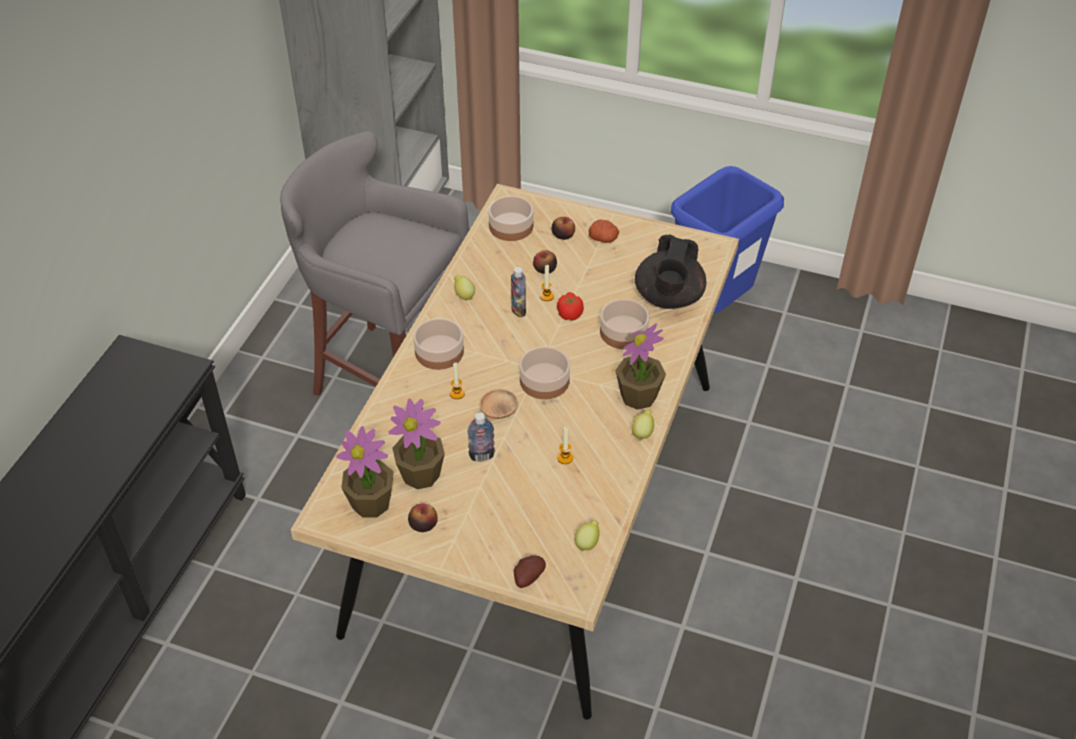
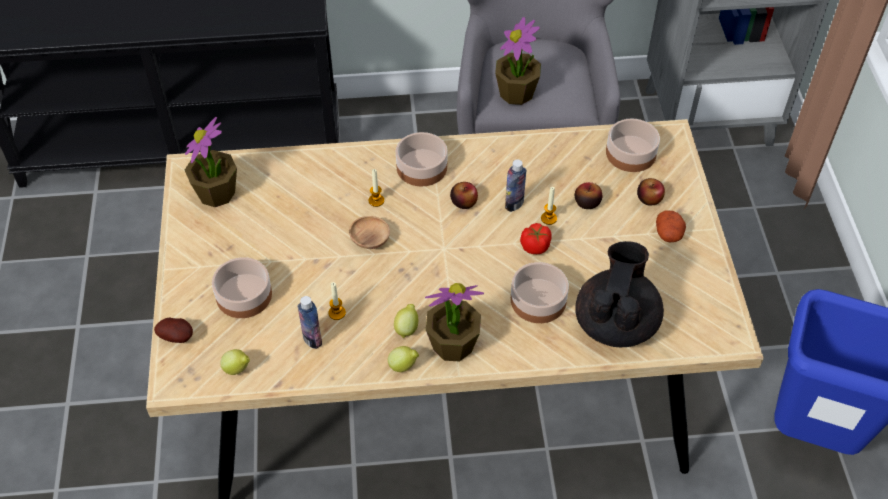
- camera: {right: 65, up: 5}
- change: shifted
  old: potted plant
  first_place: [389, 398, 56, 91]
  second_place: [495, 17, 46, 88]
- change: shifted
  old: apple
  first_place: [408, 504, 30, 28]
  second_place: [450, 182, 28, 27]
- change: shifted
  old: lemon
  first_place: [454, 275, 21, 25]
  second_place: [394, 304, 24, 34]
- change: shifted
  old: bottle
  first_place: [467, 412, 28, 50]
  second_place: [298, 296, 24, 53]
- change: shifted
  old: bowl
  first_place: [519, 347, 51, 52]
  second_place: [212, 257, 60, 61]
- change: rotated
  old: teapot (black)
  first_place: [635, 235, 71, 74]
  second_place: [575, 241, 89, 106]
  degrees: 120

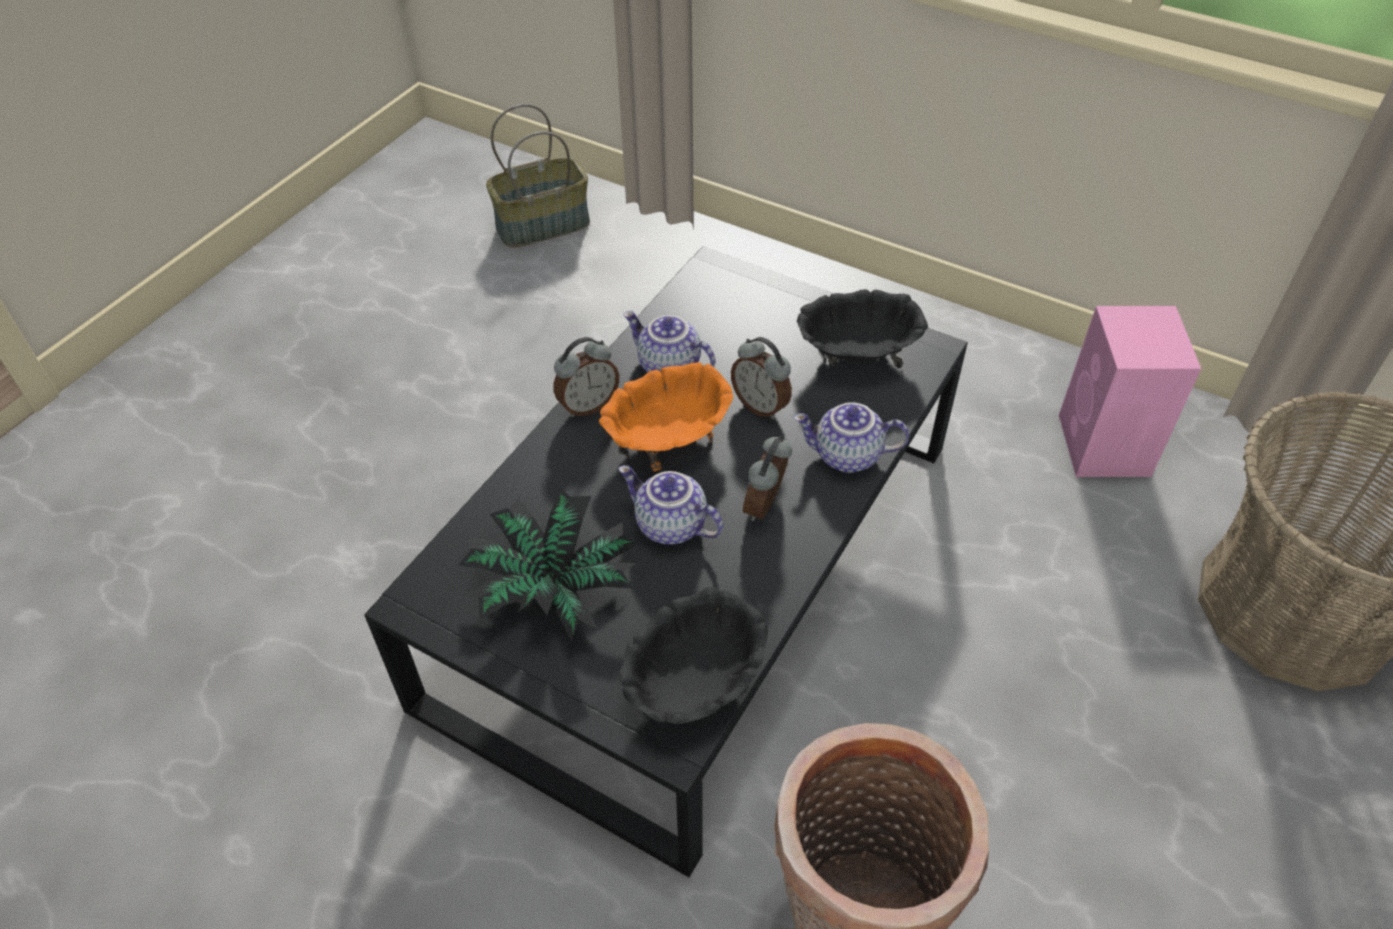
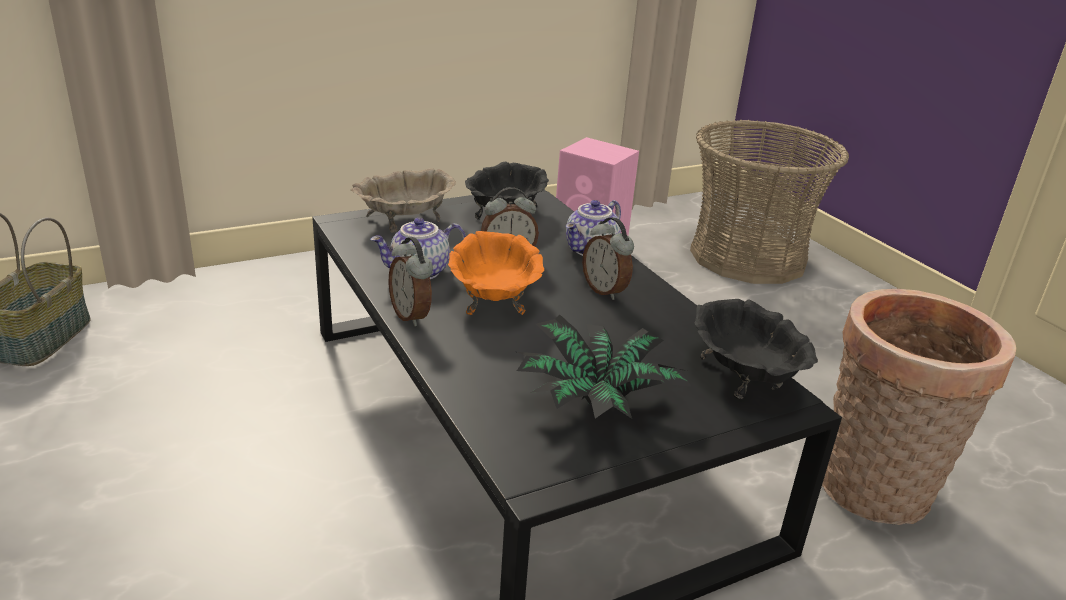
- camera: {right: -60, up: -20}
- change: rotated
  old: alarm clock
  first_place: [553, 337, 66, 80]
  second_place: [389, 237, 44, 90]
  degrees: 150
- change: gone
  old: teapot
  first_place: [619, 465, 104, 80]
- change: new
  new: bowl (beige)
  second_place: [351, 168, 105, 65]

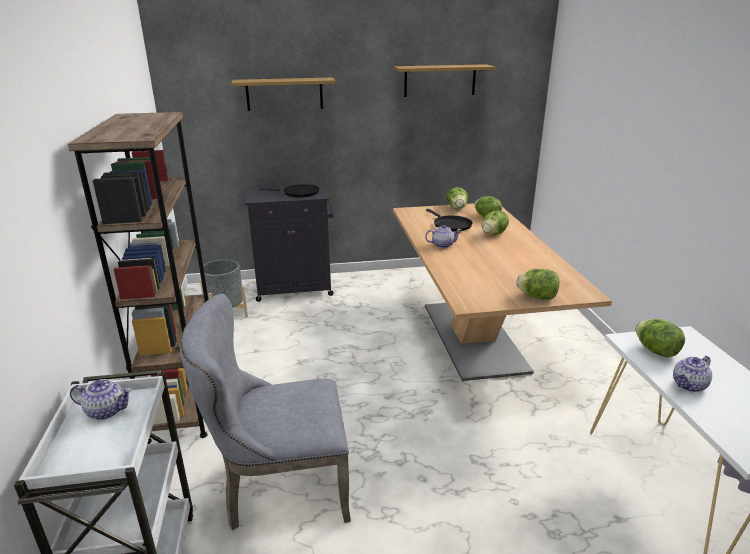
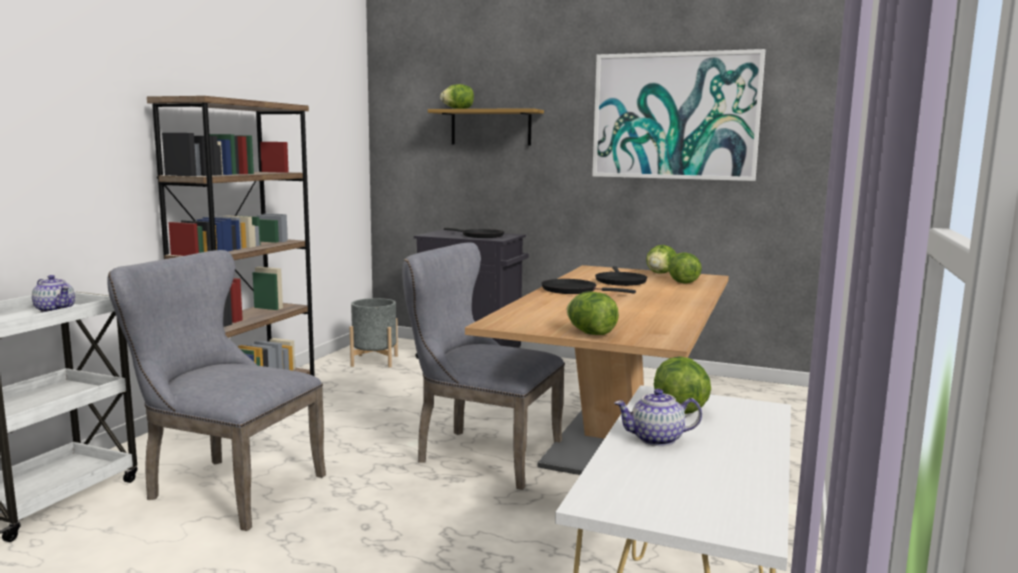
- camera: {right: 30, up: -15}
- change: swapped
  old: shelf
  new: picture
  first_place: [394, 64, 101, 33]
  second_place: [592, 49, 173, 132]
- change: swapped
  old: teapot
  new: frying pan (black)
  first_place: [425, 225, 37, 23]
  second_place: [541, 279, 95, 15]
- change: shifted
  old: lettuce
  first_place: [482, 211, 27, 24]
  second_place: [440, 84, 34, 25]
- change: new
  new: chair (grey)
  second_place: [402, 243, 163, 247]

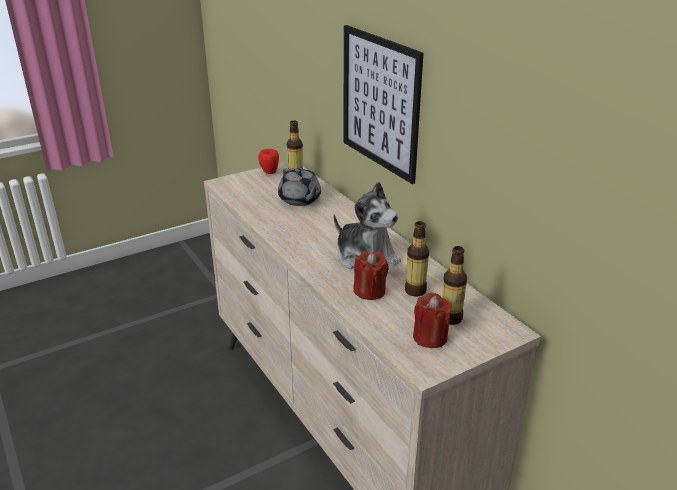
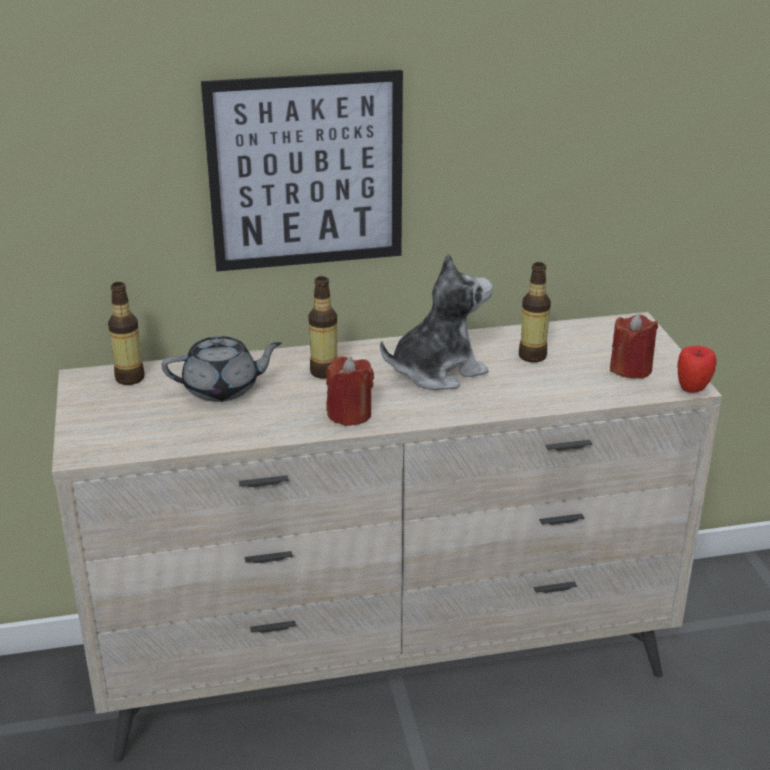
- camera: {right: -70, up: 0}
- change: shifted
  old: apple
  first_place: [258, 149, 21, 25]
  second_place: [678, 345, 38, 48]
- change: shifted
  old: candle (red)
  first_place: [353, 251, 36, 49]
  second_place: [326, 357, 48, 69]
- change: shifted
  old: bottle
  first_place: [442, 246, 25, 79]
  second_place: [308, 276, 29, 103]

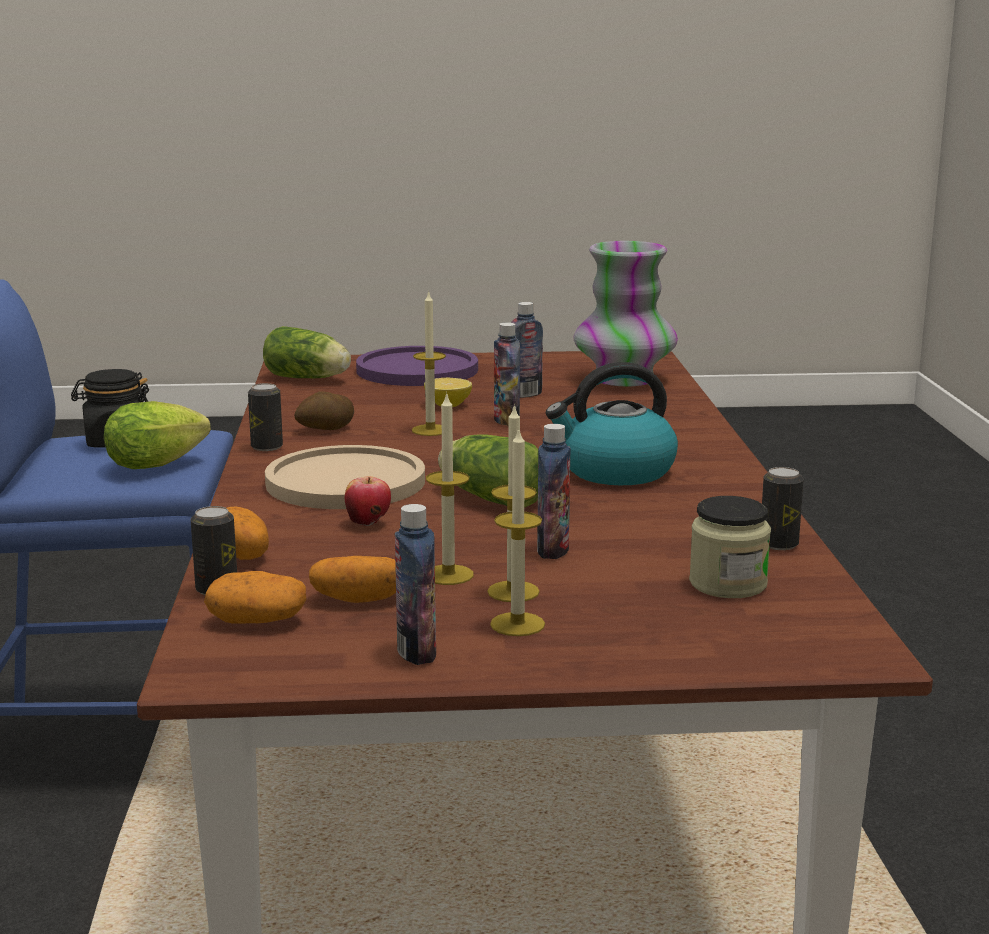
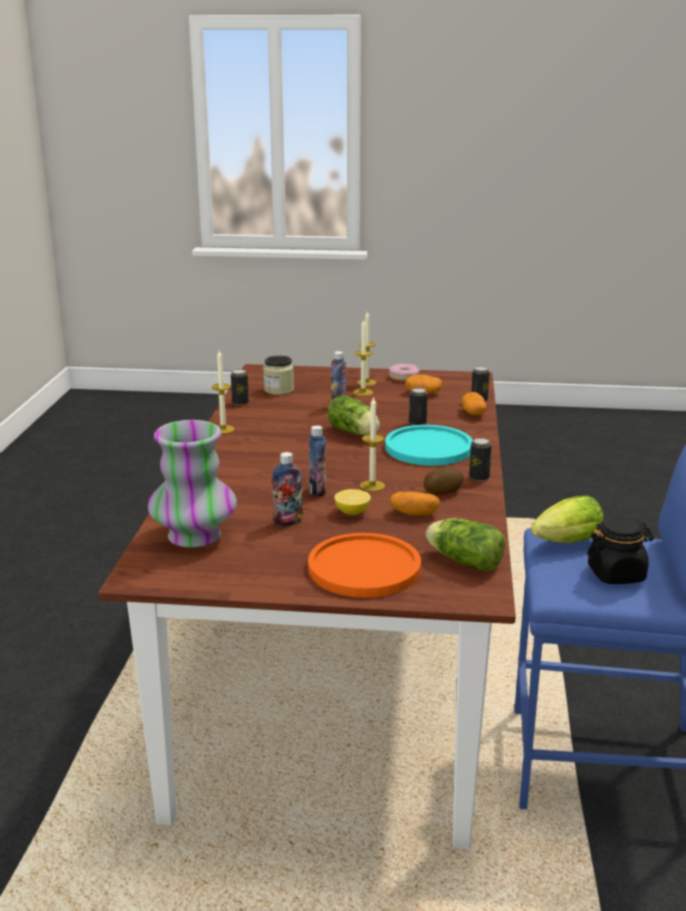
- camera: {right: -170, up: 5}
- change: shifted
  old: potato
  first_place: [204, 571, 102, 53]
  second_place: [390, 492, 50, 24]
- change: repainted
  old: plate (beige)
  new: plate (turquoise)
  first_place: [265, 445, 160, 64]
  second_place: [385, 425, 88, 41]
- change: swapped
  old: apple
  new: can
  first_place: [345, 476, 46, 50]
  second_place: [409, 388, 19, 37]
- change: repainted
  old: plate (purple)
  new: plate (orange)
  first_place: [356, 346, 122, 40]
  second_place: [308, 533, 113, 65]
- change: swapped
  old: bottle
  new: donut
  first_place: [395, 504, 41, 161]
  second_place: [389, 364, 31, 17]
- change: shifted
  old: candle
  first_place: [426, 392, 48, 193]
  second_place: [212, 350, 23, 84]
- change: gone
  old: kettle
  first_place: [546, 362, 132, 123]

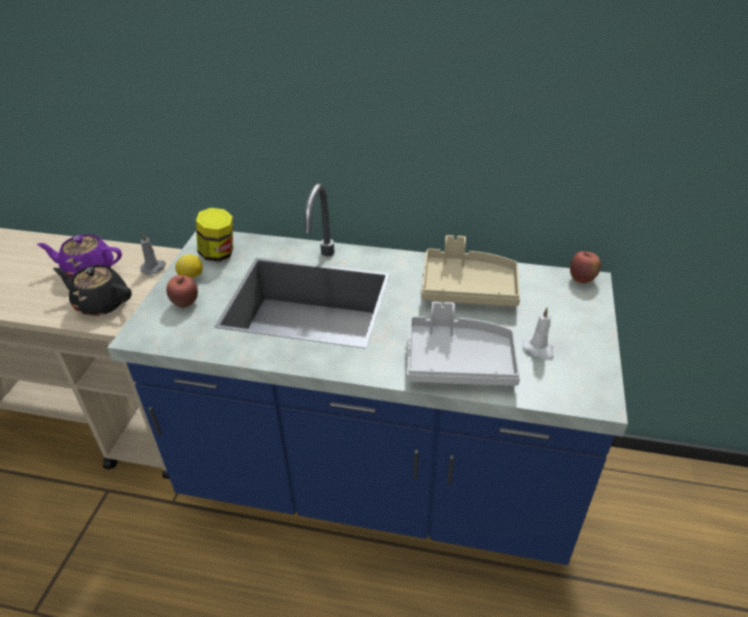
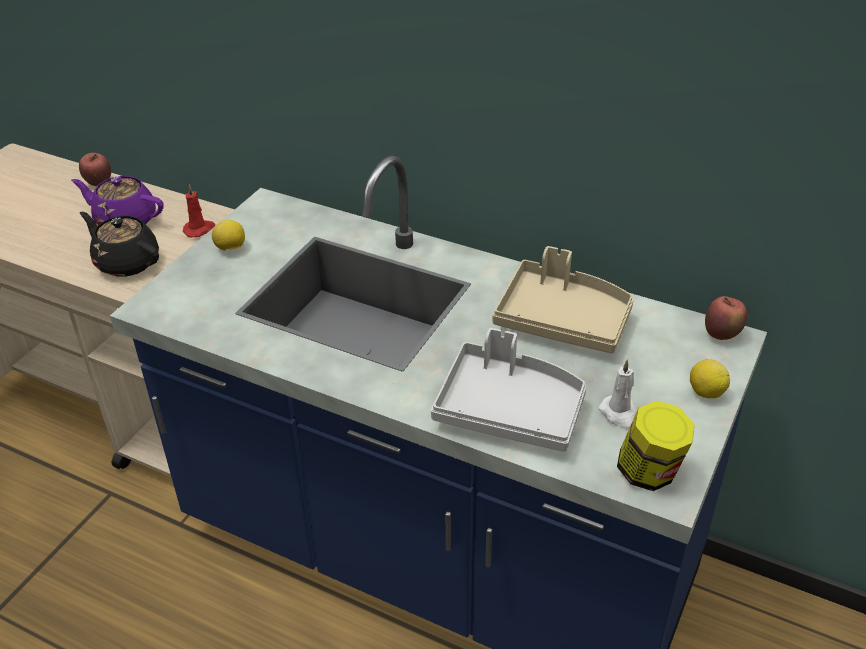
- camera: {right: 15, up: 0}
- change: repainted
  old: candle (grey)
  new: candle (red)
  first_place: [140, 232, 26, 43]
  second_place: [183, 184, 32, 54]
- change: shifted
  old: apple
  first_place: [166, 275, 32, 33]
  second_place: [79, 153, 32, 33]
- change: shifted
  old: jar
  first_place: [196, 208, 37, 54]
  second_place: [617, 401, 78, 90]
- change: new
  new: lemon
  second_place: [690, 359, 40, 39]

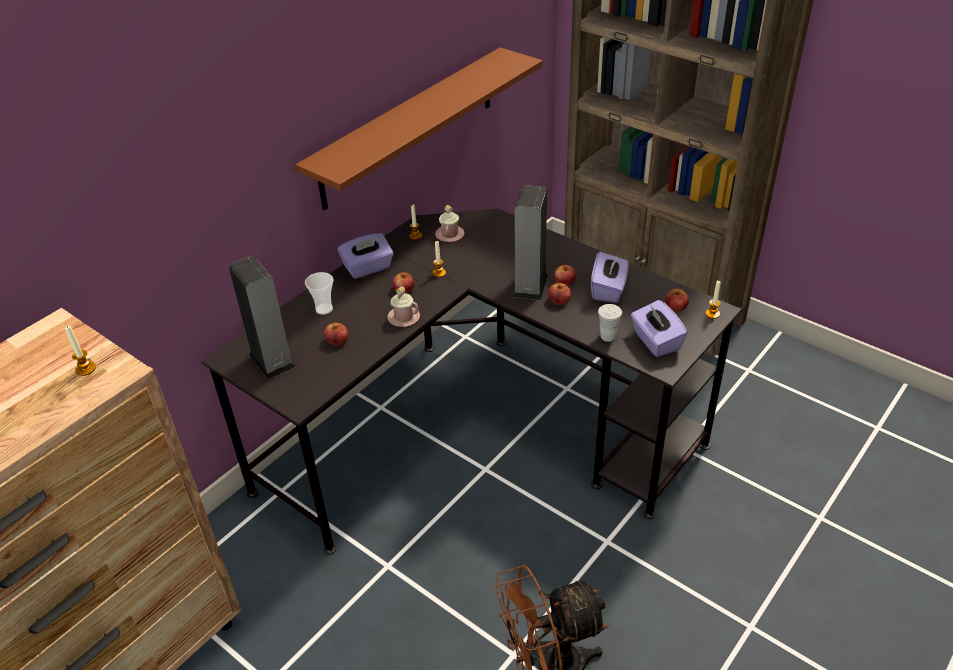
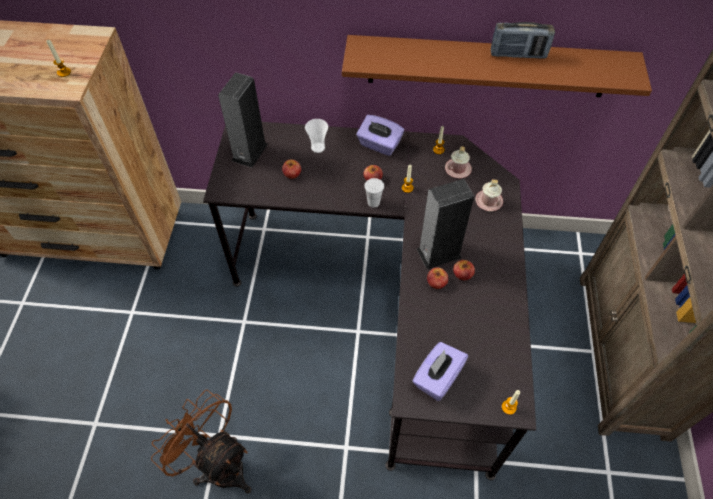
- camera: {right: 55, up: 15}
- change: shifted
  old: mug (pink)
  first_place: [387, 286, 33, 41]
  second_place: [475, 179, 28, 32]
- change: gone
  old: tissue box (purple)
  first_place: [591, 252, 38, 51]
- change: shifted
  old: cup (white)
  first_place: [598, 304, 24, 38]
  second_place: [364, 178, 20, 30]
- change: gone
  old: apple
  first_place: [666, 288, 23, 24]
- change: new
  new: radio
  second_place: [491, 22, 64, 37]

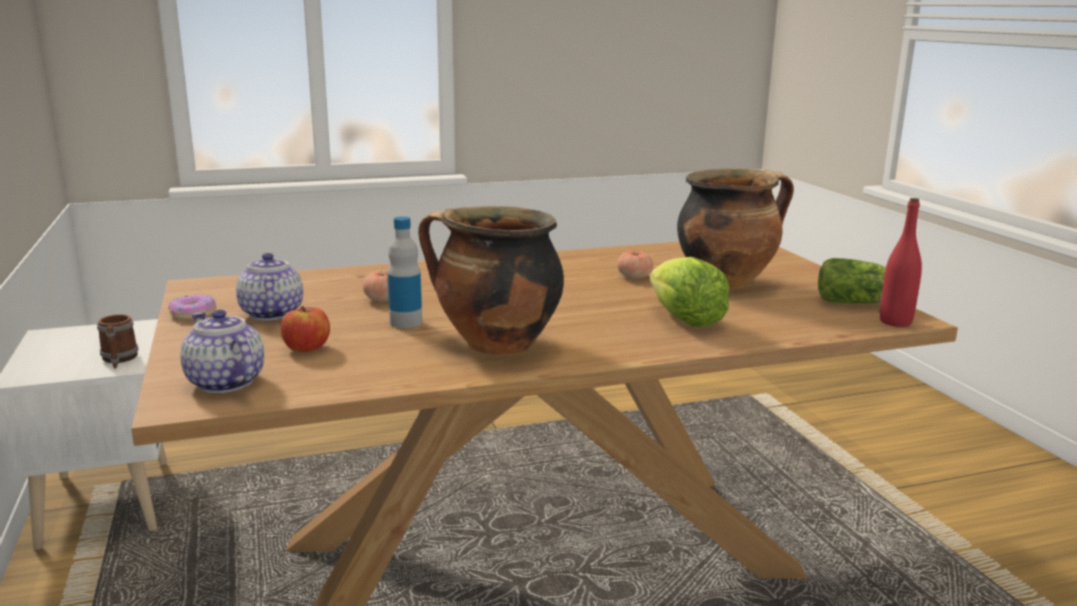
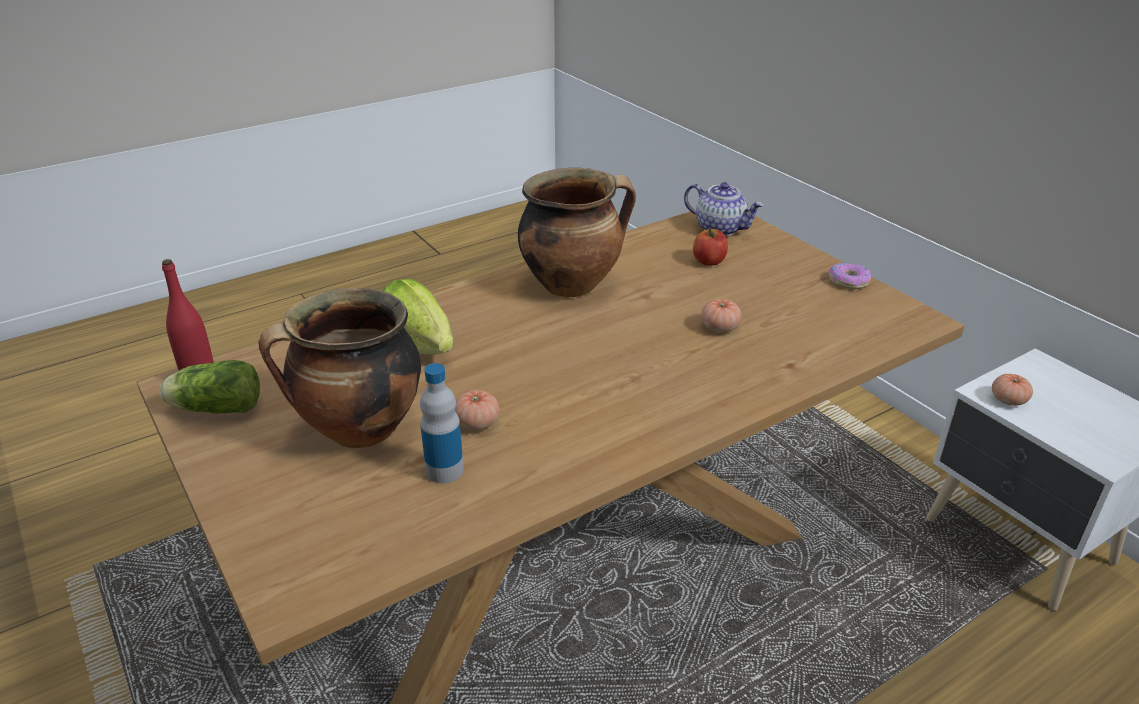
- camera: {right: 165, up: 15}
- change: swapped
  old: mug
  new: tomato
  first_place: [97, 314, 42, 55]
  second_place: [992, 374, 41, 32]
- change: gone
  old: teapot
  first_place: [236, 253, 67, 68]
- change: shifted
  old: bottle
  first_place: [387, 216, 35, 112]
  second_place: [420, 363, 44, 120]

